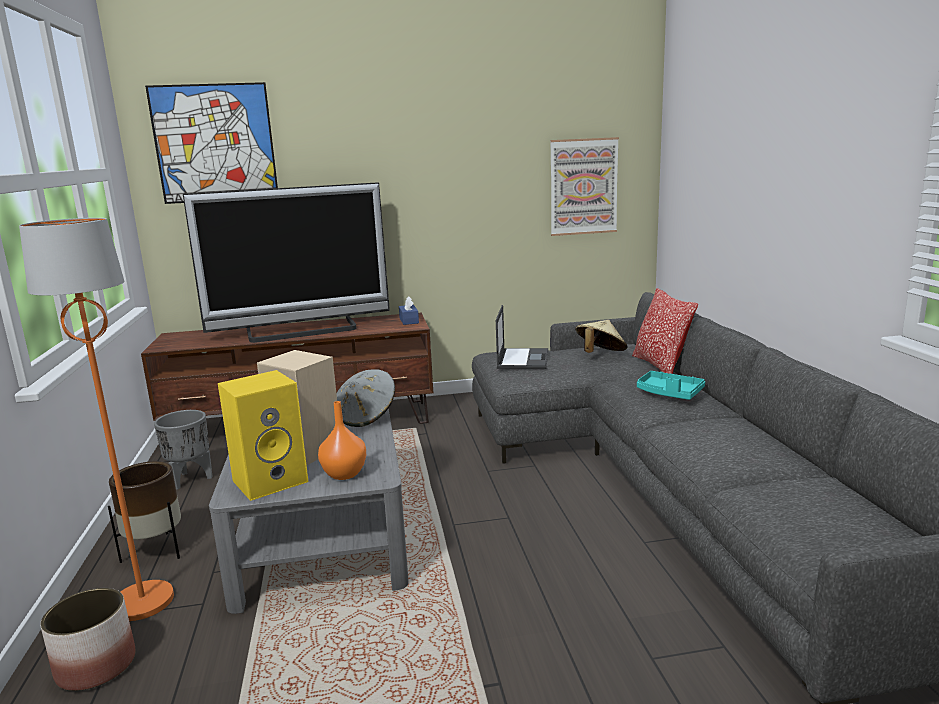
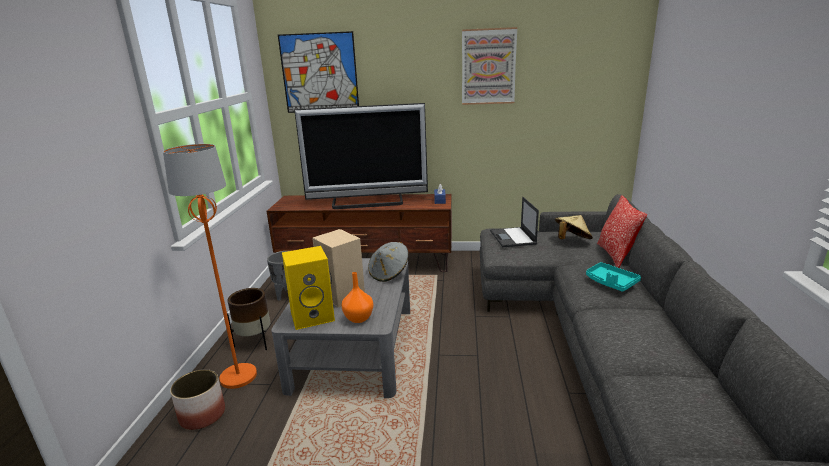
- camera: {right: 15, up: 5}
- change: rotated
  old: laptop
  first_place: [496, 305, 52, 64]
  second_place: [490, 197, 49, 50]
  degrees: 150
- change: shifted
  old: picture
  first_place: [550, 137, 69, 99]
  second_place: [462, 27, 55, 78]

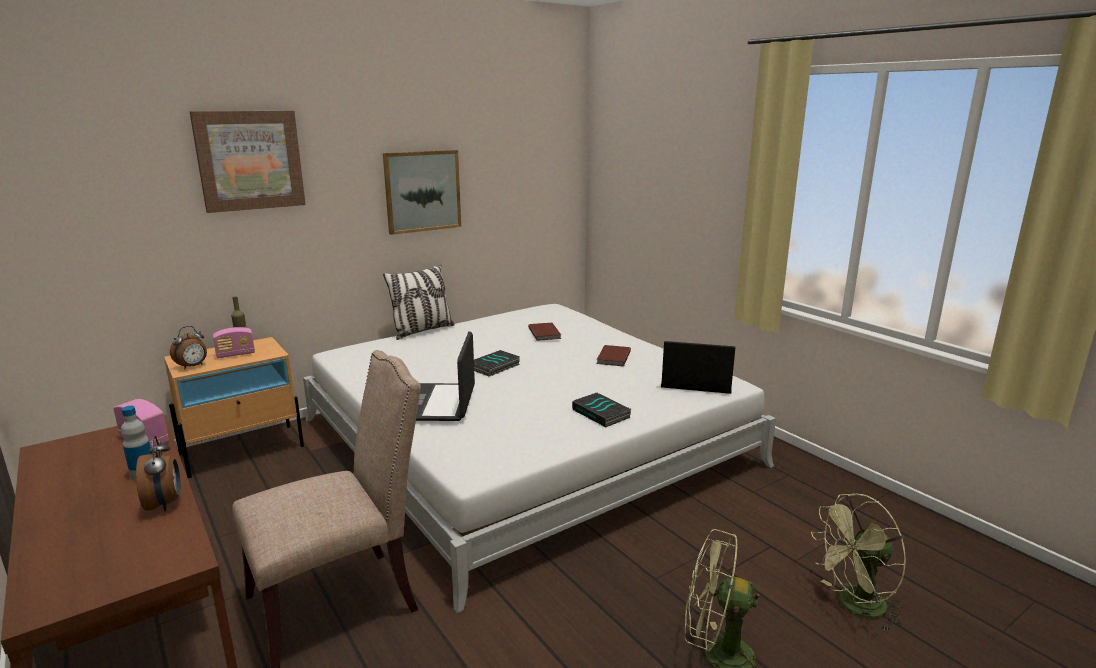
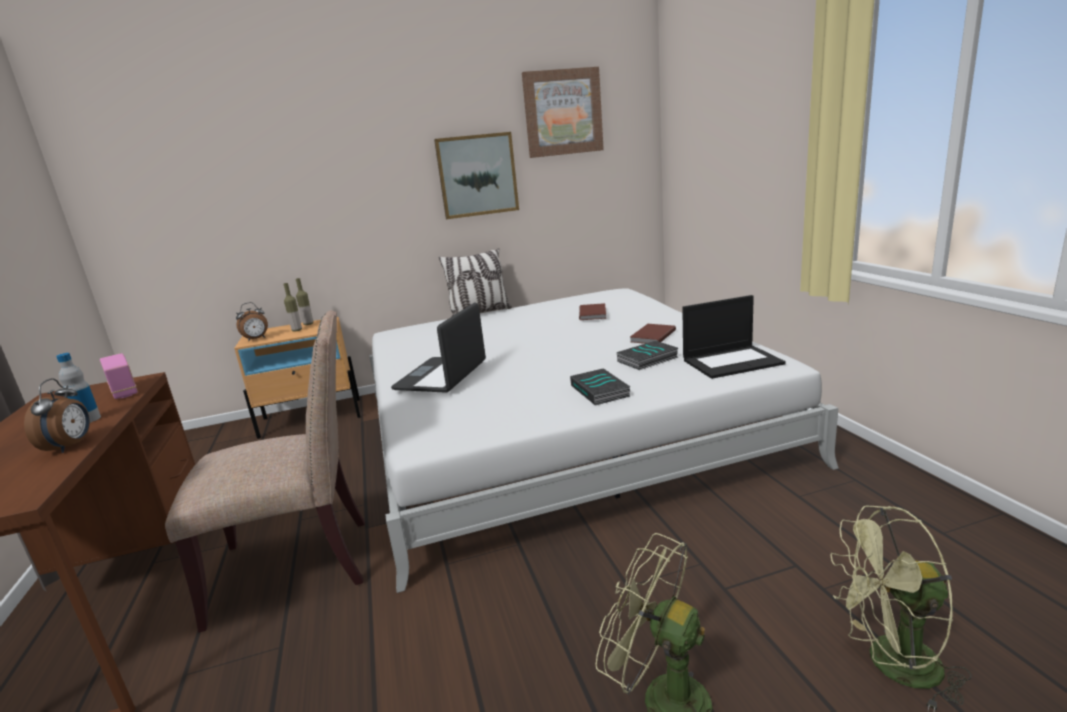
- camera: {right: 20, up: 0}
- change: shifted
  old: picture
  first_place: [190, 111, 116, 102]
  second_place: [522, 67, 82, 91]
- change: swapped
  old: radio
  new: bottle
  first_place: [213, 327, 42, 31]
  second_place: [284, 283, 18, 48]
- change: shifted
  old: book
  first_place: [474, 350, 46, 27]
  second_place: [617, 341, 61, 29]
- change: rotated
  old: laptop
  first_place: [661, 341, 74, 53]
  second_place: [682, 295, 104, 84]
  degrees: 135

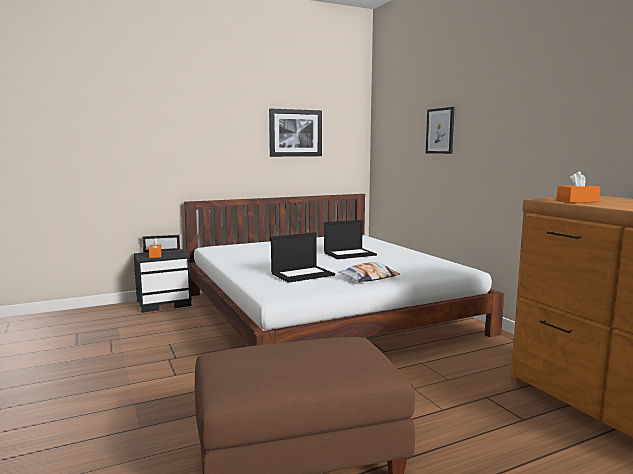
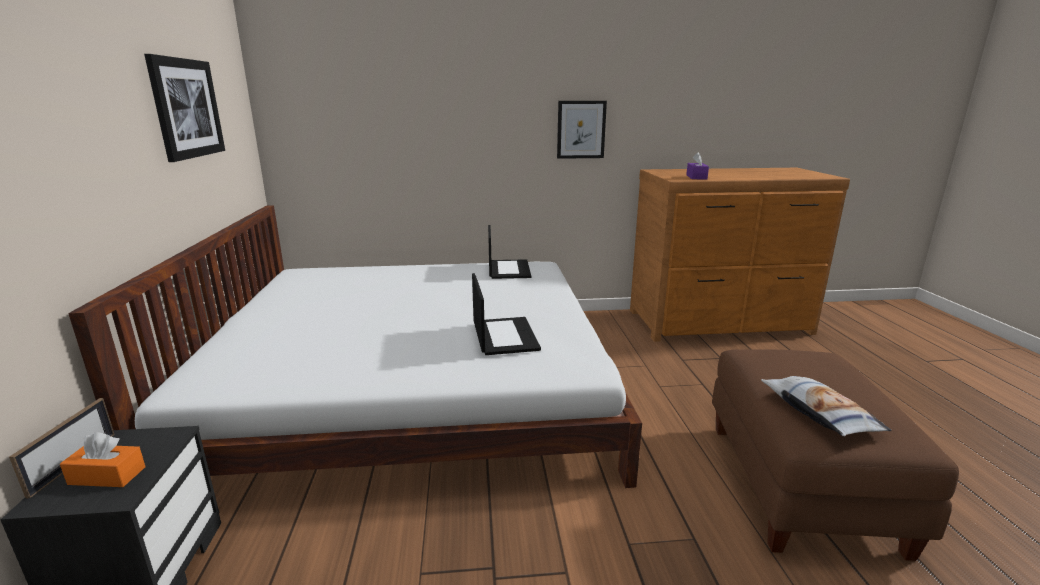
- camera: {right: -70, up: 10}
- change: shifted
  old: laptop
  first_place: [324, 220, 53, 39]
  second_place: [488, 225, 43, 54]
- change: shifted
  old: pillow
  first_place: [338, 262, 62, 20]
  second_place: [761, 376, 130, 60]
- change: shifted
  old: picture
  first_place: [426, 107, 29, 47]
  second_place: [557, 101, 50, 58]
- change: repainted
  old: tissue box (orange)
  new: tissue box (purple)
  first_place: [557, 171, 43, 32]
  second_place: [686, 152, 23, 28]

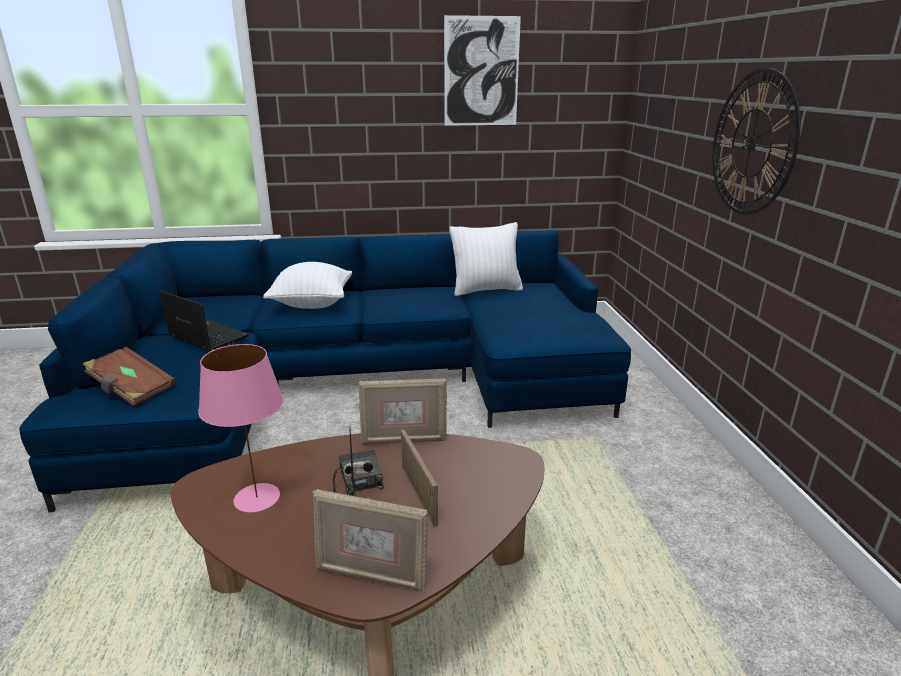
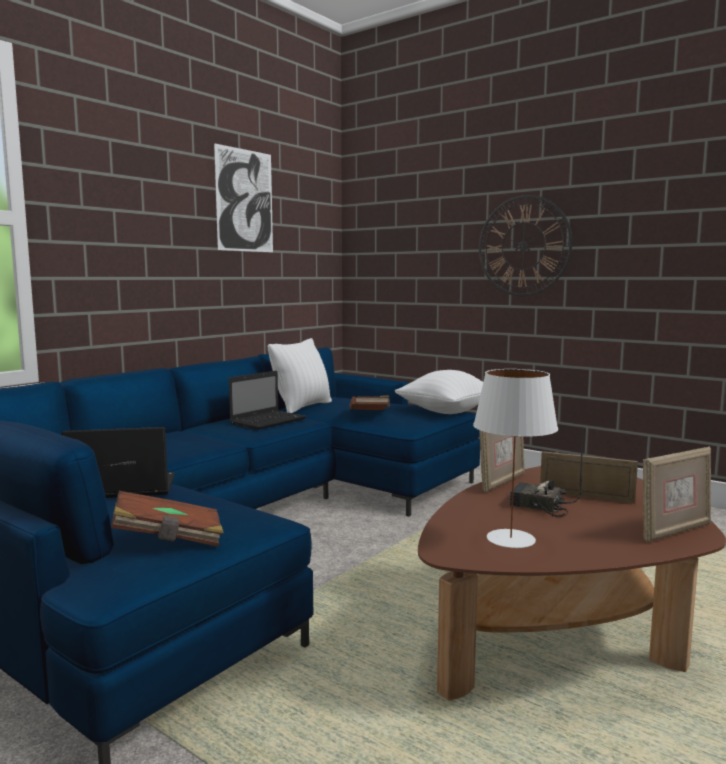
- camera: {right: -45, up: -15}
- change: repainted
  old: table lamp (pink)
  new: table lamp (white)
  first_place: [198, 344, 86, 169]
  second_place: [473, 369, 85, 179]
- change: shifted
  old: pillow (white)
  first_place: [263, 262, 89, 47]
  second_place: [395, 370, 88, 44]
- change: new
  new: laptop
  second_place: [229, 371, 78, 59]
- change: new
  new: book (brown)
  second_place: [349, 395, 41, 15]

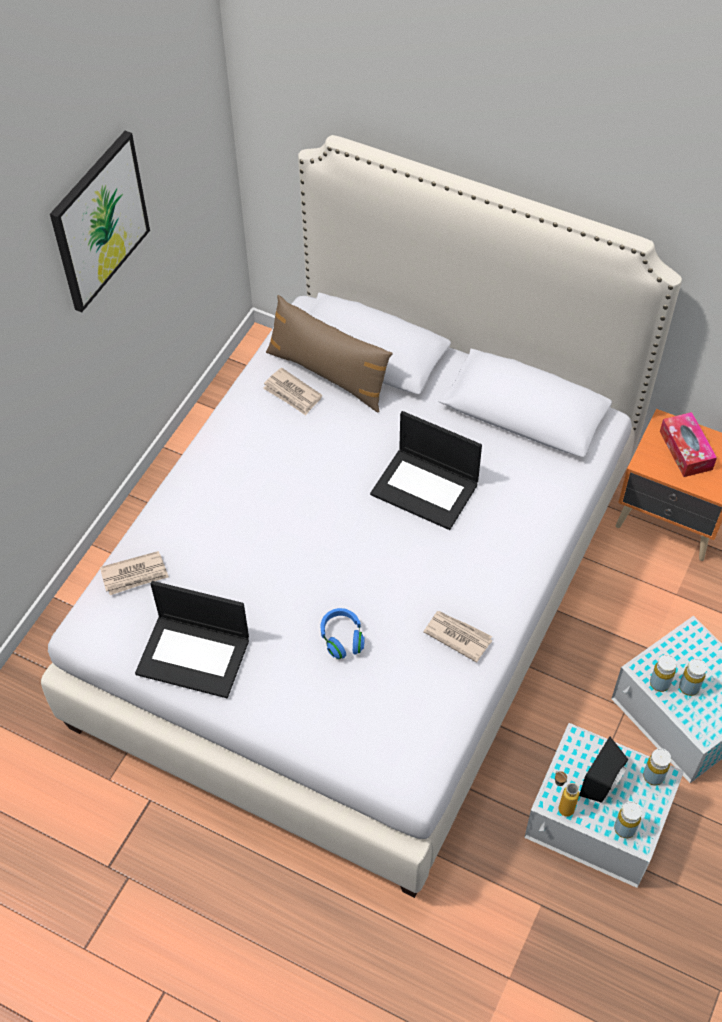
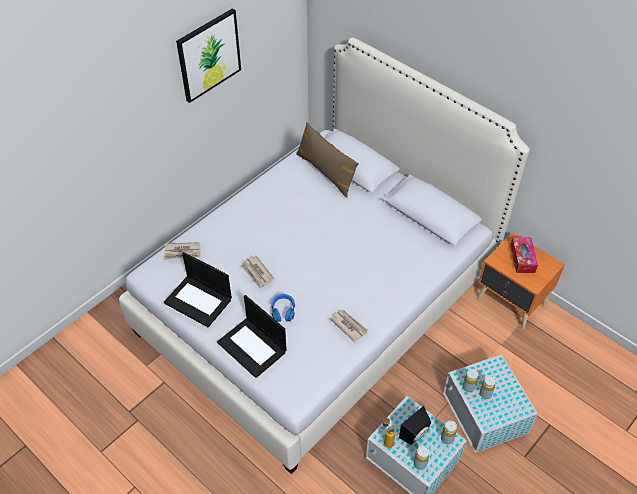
- camera: {right: 15, up: -5}
- change: shifted
  old: newspaper
  first_place: [263, 368, 59, 47]
  second_place: [241, 255, 33, 34]
- change: shifted
  old: laptop
  first_place: [370, 411, 112, 119]
  second_place: [217, 295, 70, 83]

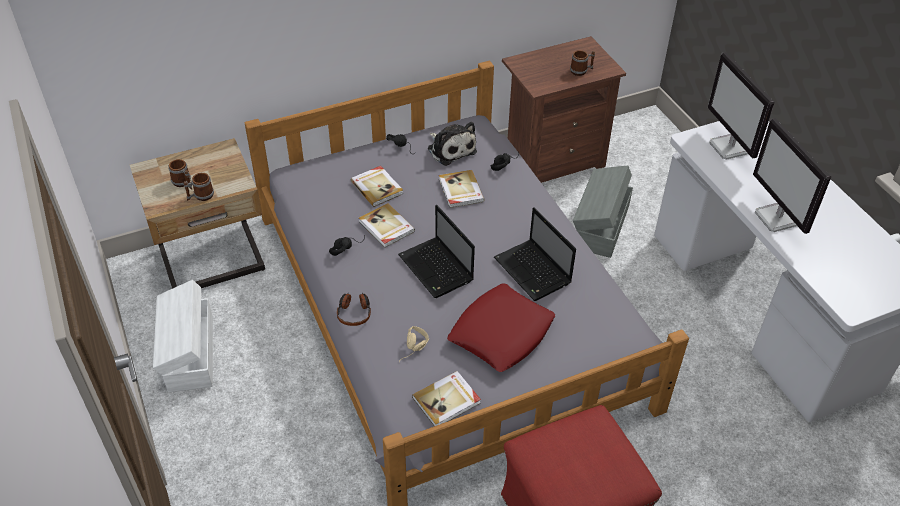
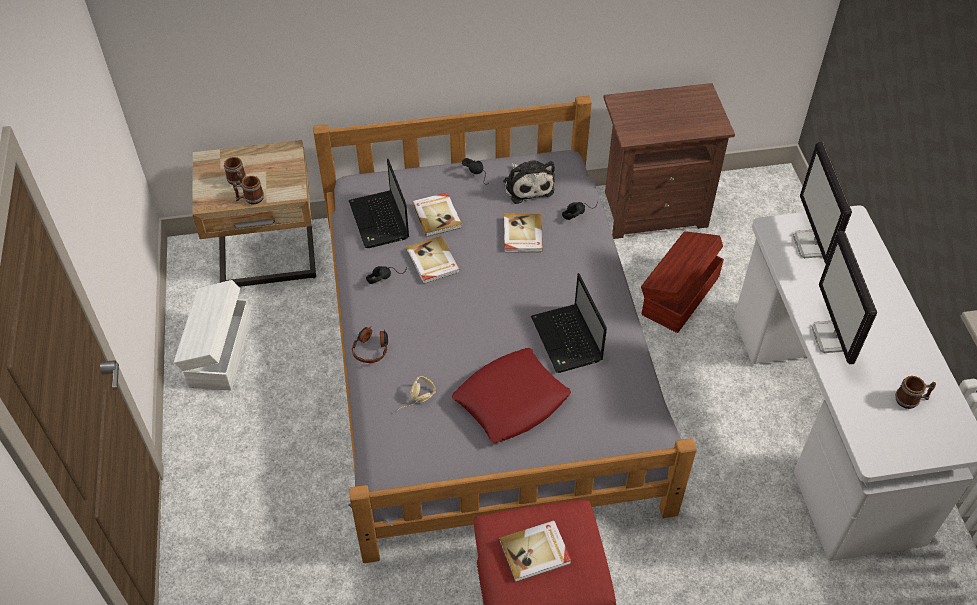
- camera: {right: 15, up: 5}
- change: shifted
  old: laptop
  first_place: [398, 205, 77, 93]
  second_place: [349, 159, 60, 89]
- change: shifted
  old: book
  first_place: [412, 371, 69, 55]
  second_place: [499, 520, 72, 62]
- change: shifted
  old: mug
  first_place: [570, 50, 25, 26]
  second_place: [895, 376, 41, 33]
- change: repainted
  old: storage box (grey)
  new: storage box (brown)
  first_place: [573, 166, 60, 92]
  second_place: [641, 231, 83, 102]

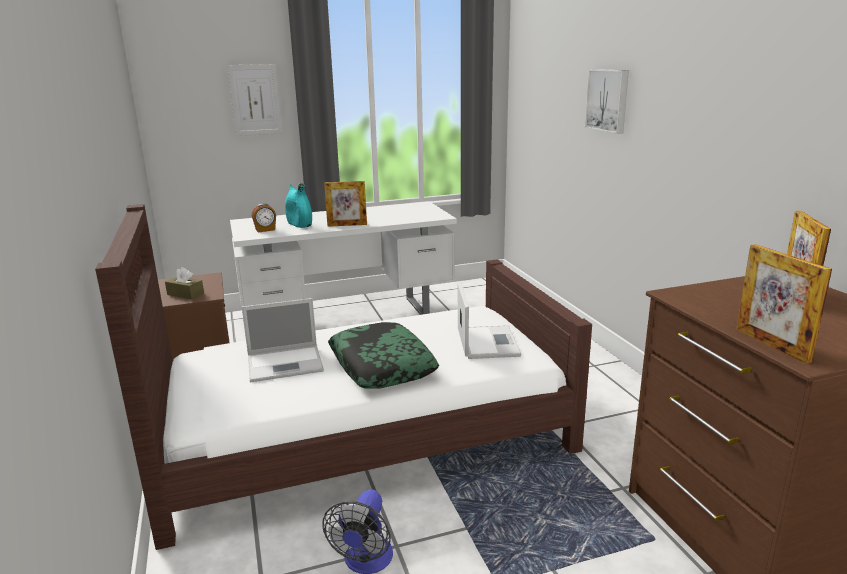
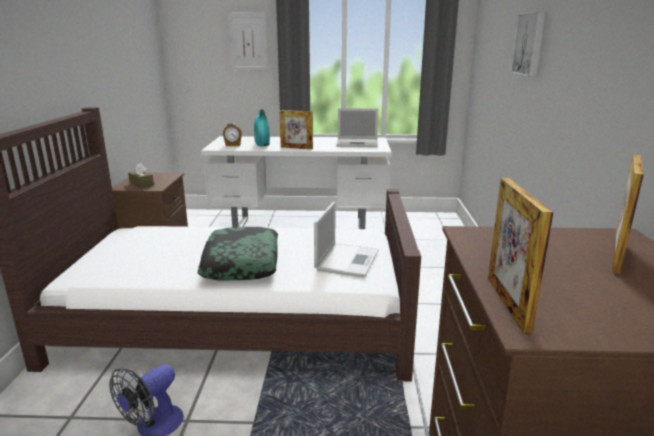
- camera: {right: 20, up: 0}
- change: shifted
  old: laptop
  first_place: [242, 298, 82, 84]
  second_place: [336, 108, 42, 39]

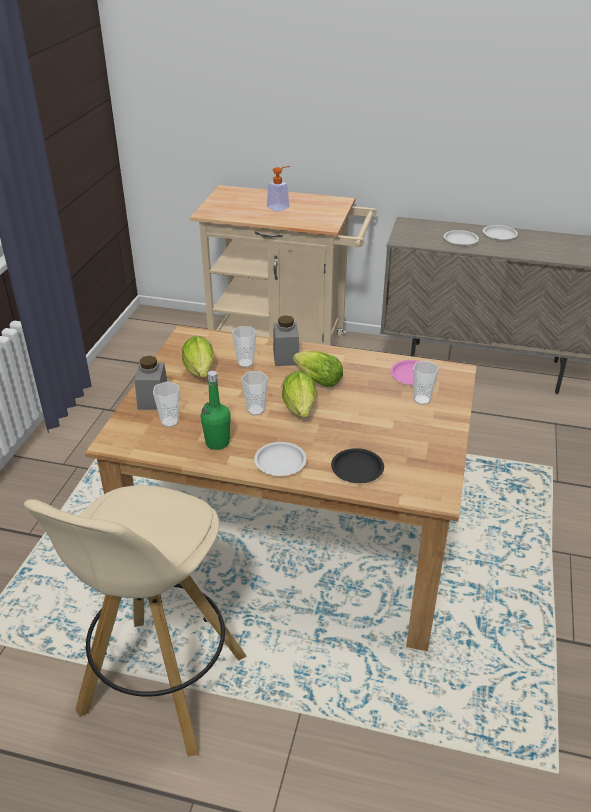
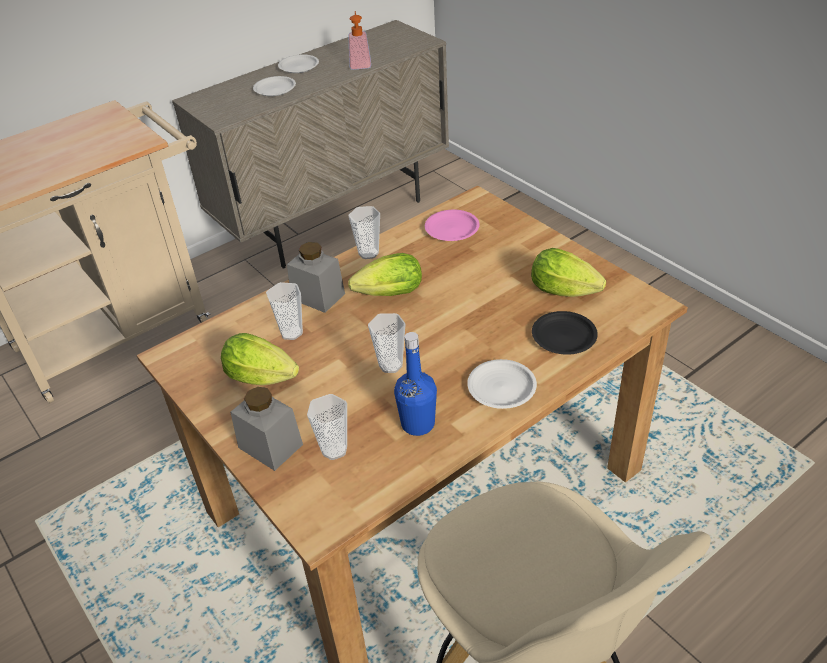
- camera: {right: -50, up: 5}
- change: repainted
  old: bottle (green)
  new: bottle (blue)
  first_place: [200, 371, 31, 79]
  second_place: [394, 332, 43, 104]
- change: shifted
  old: soap dispenser
  first_place: [267, 166, 24, 46]
  second_place: [348, 11, 23, 59]
- change: shifted
  old: lettuce
  first_place: [282, 371, 34, 47]
  second_place: [531, 248, 75, 49]
- change: shifted
  old: cup
  first_place: [413, 361, 26, 44]
  second_place: [349, 206, 31, 53]

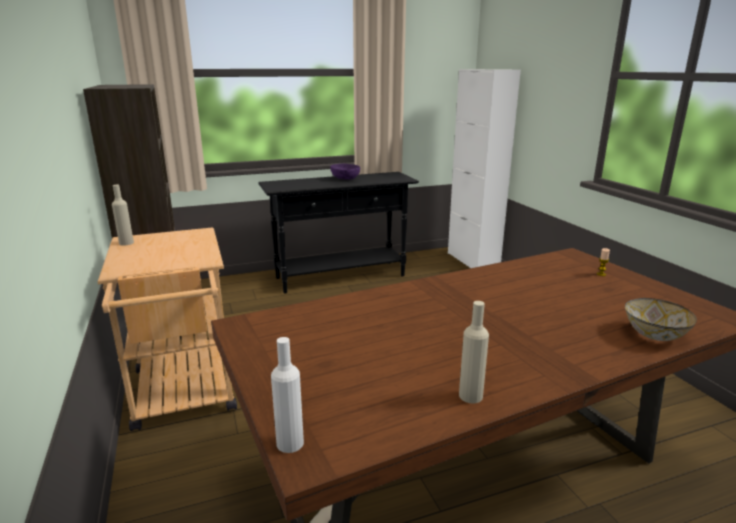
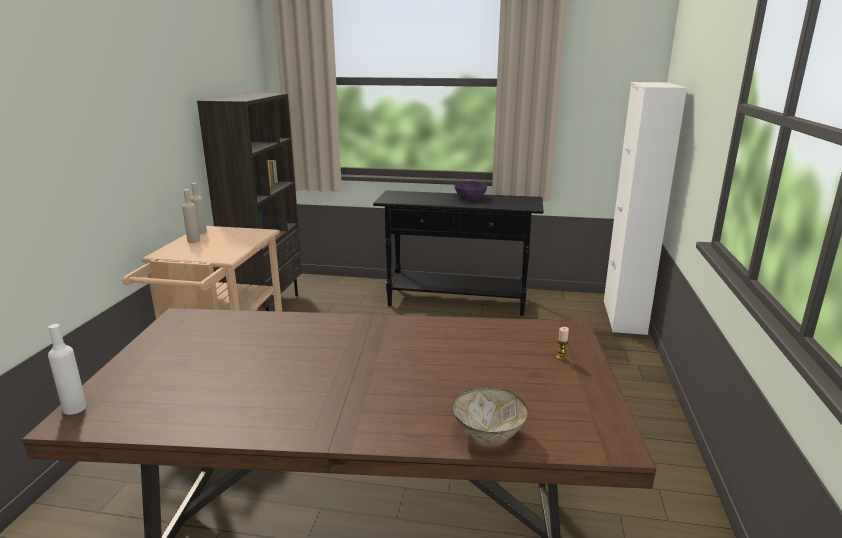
- camera: {right: 30, up: 0}
- change: shifted
  old: bottle (beige)
  first_place: [459, 301, 30, 103]
  second_place: [182, 189, 18, 54]

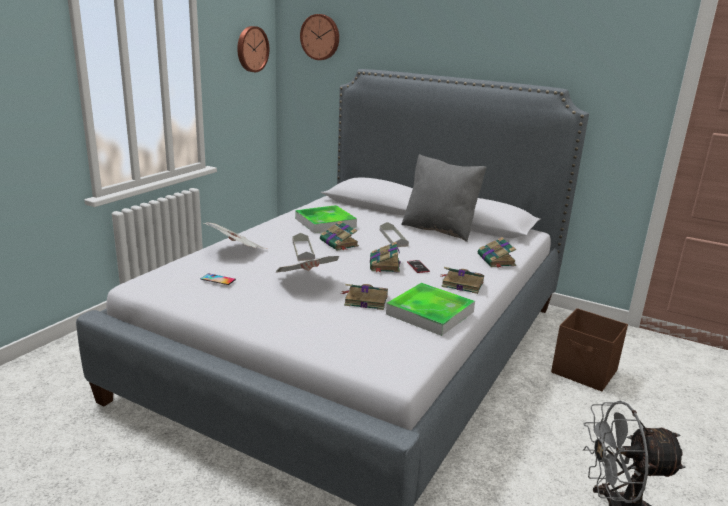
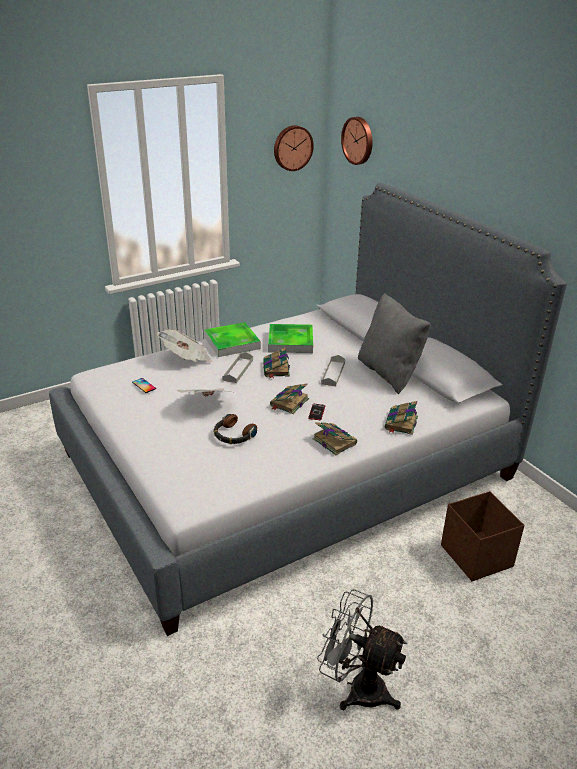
- camera: {right: 30, up: 10}
- change: swapped
  old: book
  new: headphones
  first_place: [341, 284, 47, 26]
  second_place: [214, 414, 43, 30]
- change: shifted
  old: tray
  first_place: [386, 283, 89, 53]
  second_place: [204, 322, 57, 35]

